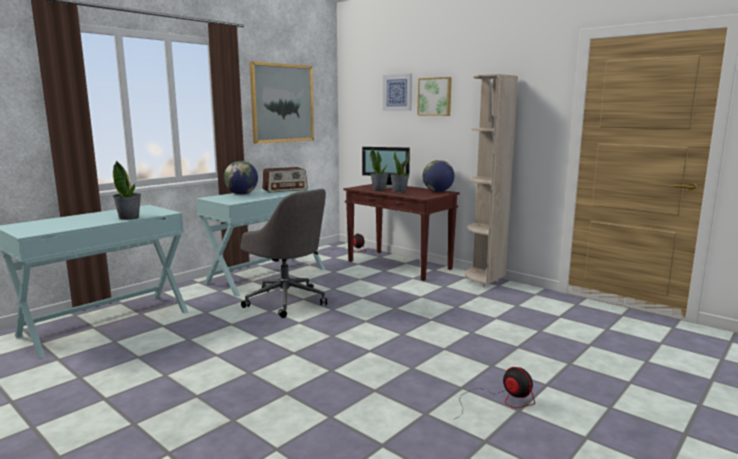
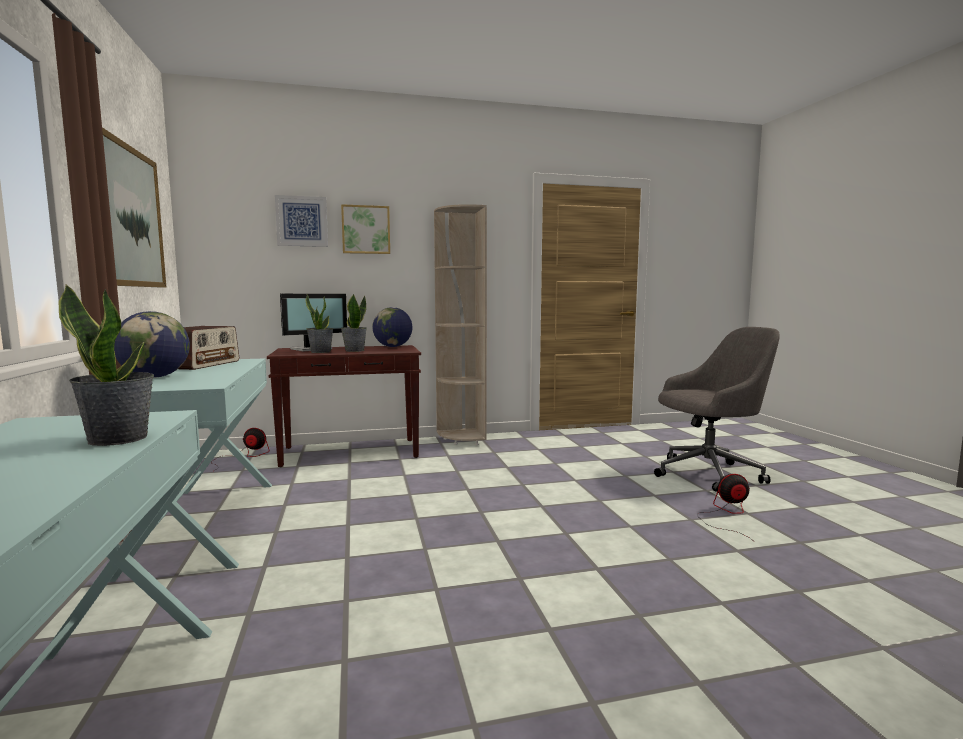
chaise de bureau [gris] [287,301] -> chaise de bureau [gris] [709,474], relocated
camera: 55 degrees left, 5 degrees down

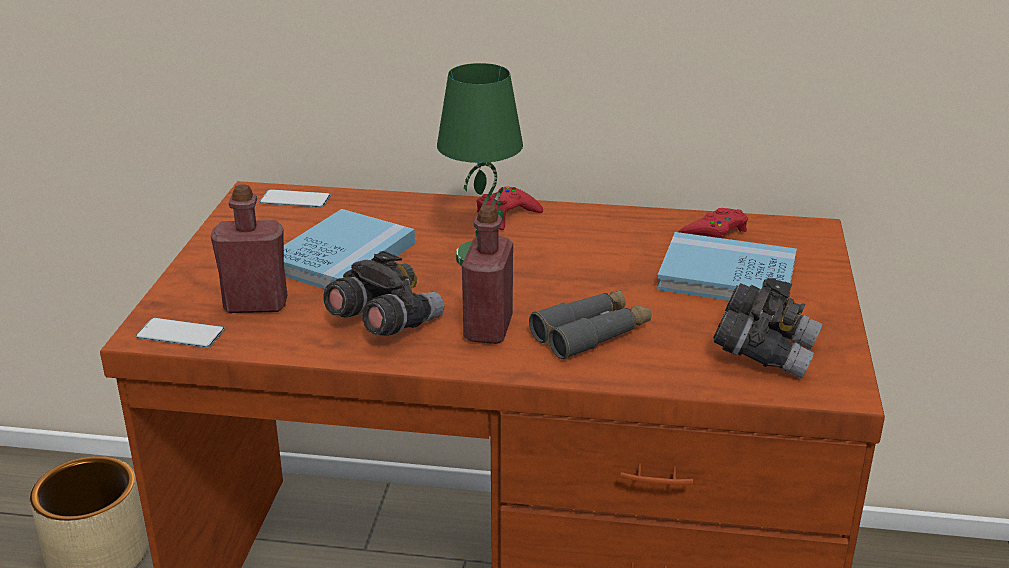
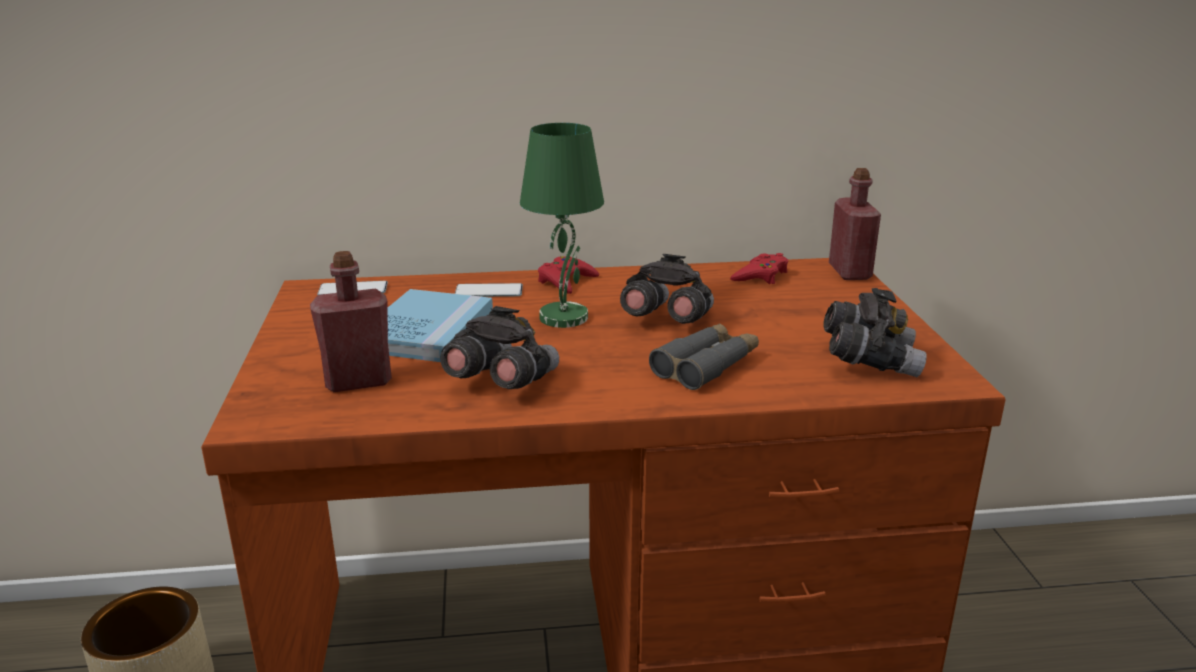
bouteille [rouge] [488,328] -> bouteille [rouge] [849,272], relocated
livre [bleu] [726,276] -> none
téléphone [180,334] -> téléphone [489,291], relocated
none -> jumelles [gris] [667,320]
camera: 15 degrees left, 5 degrees down

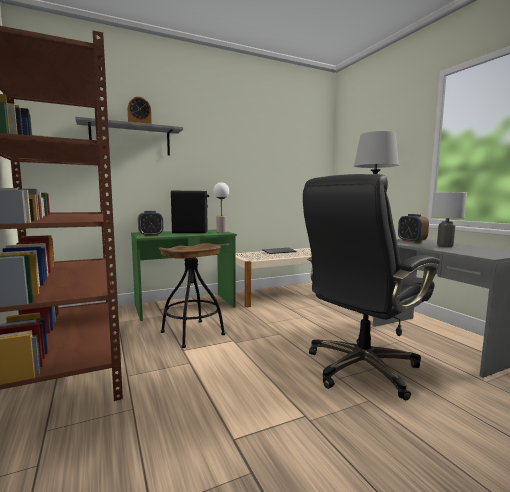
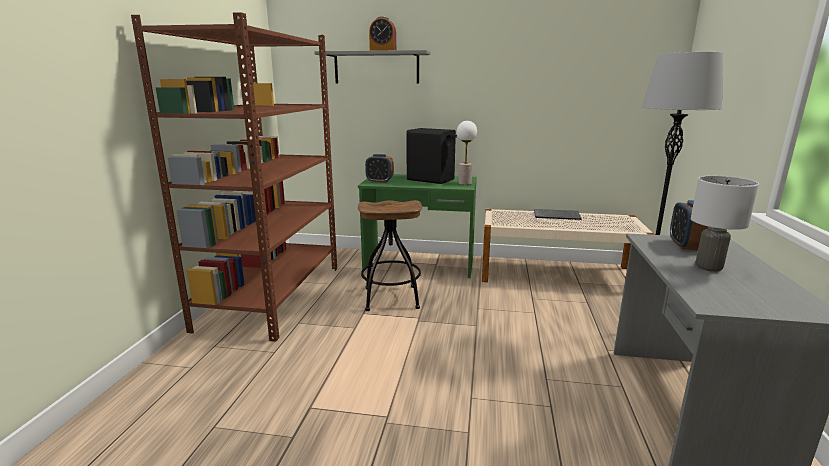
chaise de bureau [noir] [363,367] -> none
camera: 35 degrees right, 10 degrees up

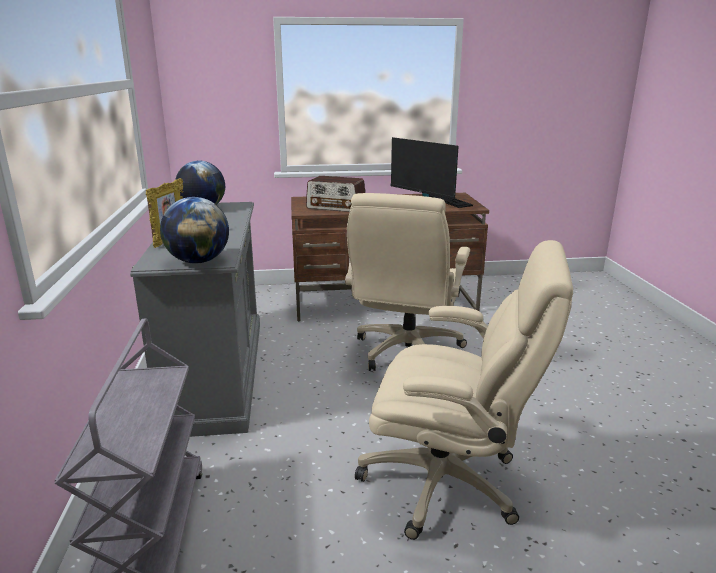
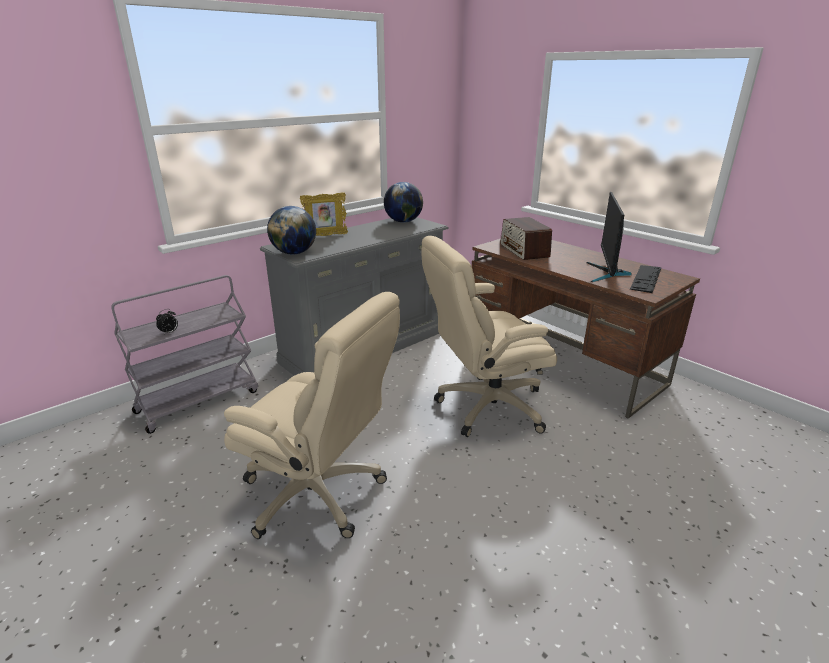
chaise de bureau [beige] [452,485] -> chaise de bureau [beige] [321,497], 45 degrees counterclockwise
none -> réveil [169,332]
camera: 55 degrees right, 5 degrees up

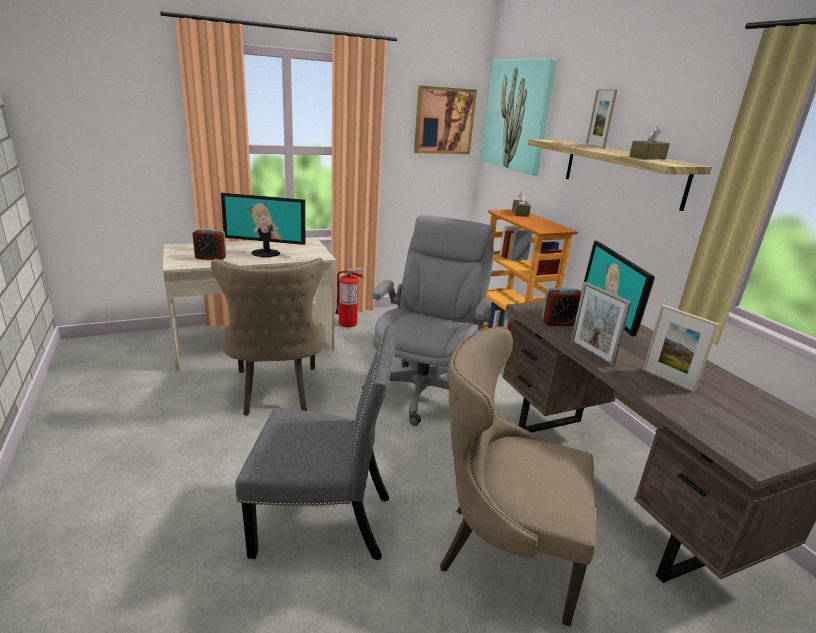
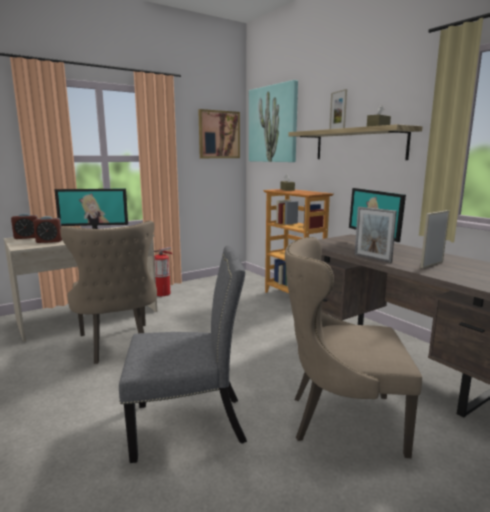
chaise de bureau [gris] [425,389] -> none
réveil [559,322] -> réveil [27,237], relocated
cadre photo [668,380] -> cadre photo [431,264], 105 degrees clockwise
camera: 10 degrees left, 10 degrees down

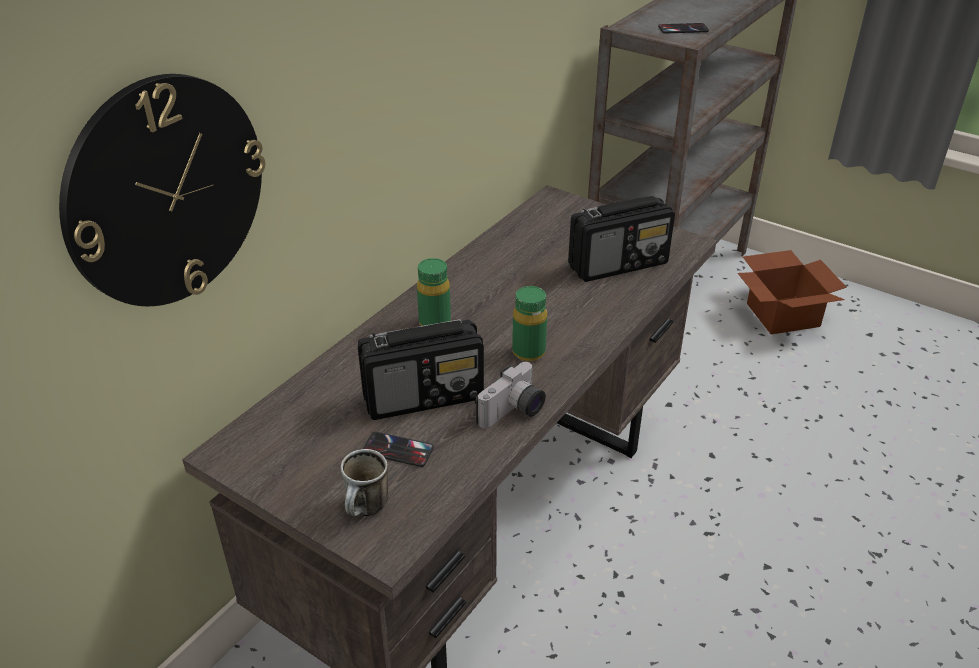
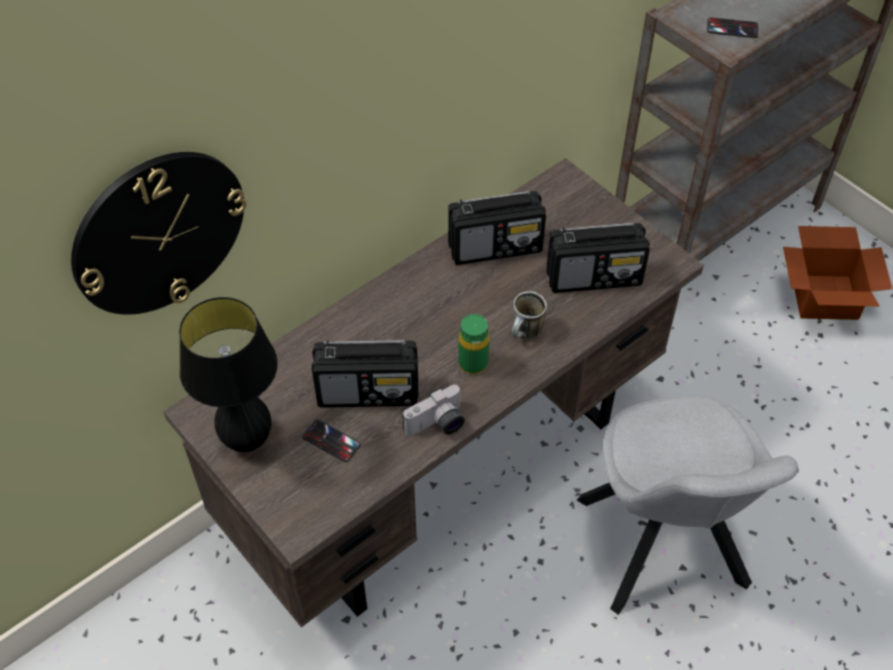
bouteille [vert] [434,323] -> none
mug [367,510] -> mug [526,334], relocated
none -> radio [496,247]
none -> lampe de table [noir] [247,440]
none -> chaise [gris] [663,546]
camera: 15 degrees right, 15 degrees up

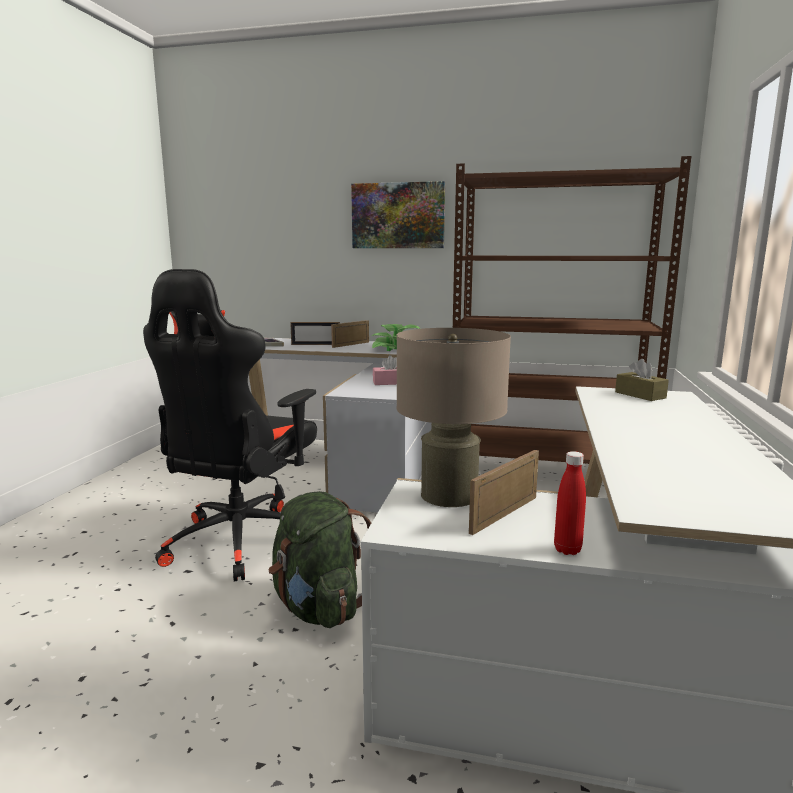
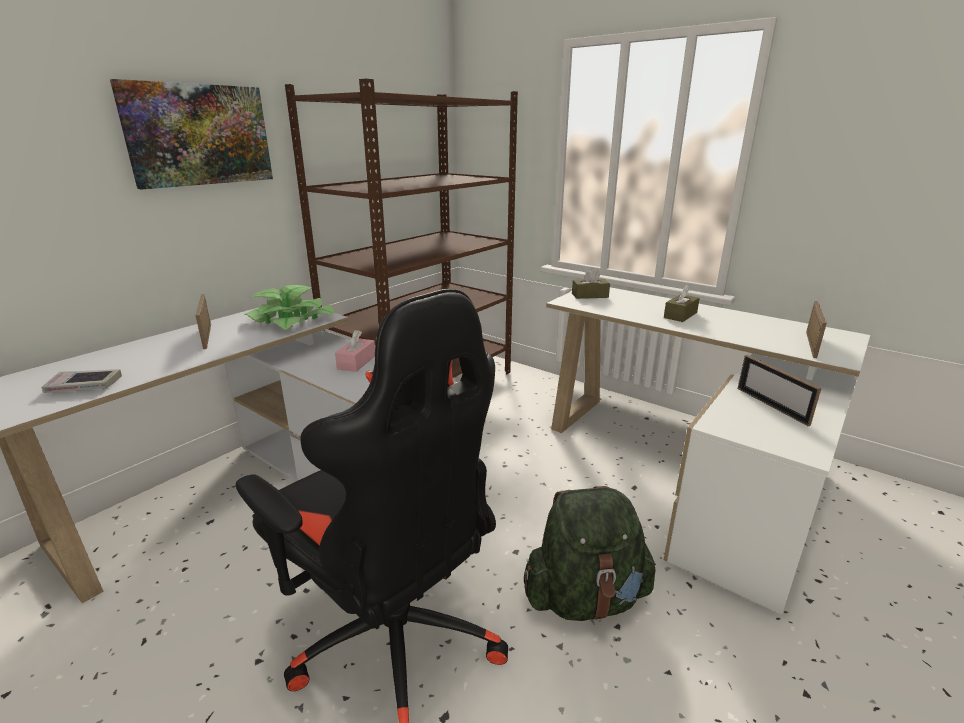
cadre photo [315,344] -> cadre photo [811,344], relocated
lampe de table [beige] [449,495] -> none
bouteille [rouge] [567,550] -> none
none -> boîte à mouchoirs [marron] [680,315]
camera: 65 degrees left, 10 degrees up

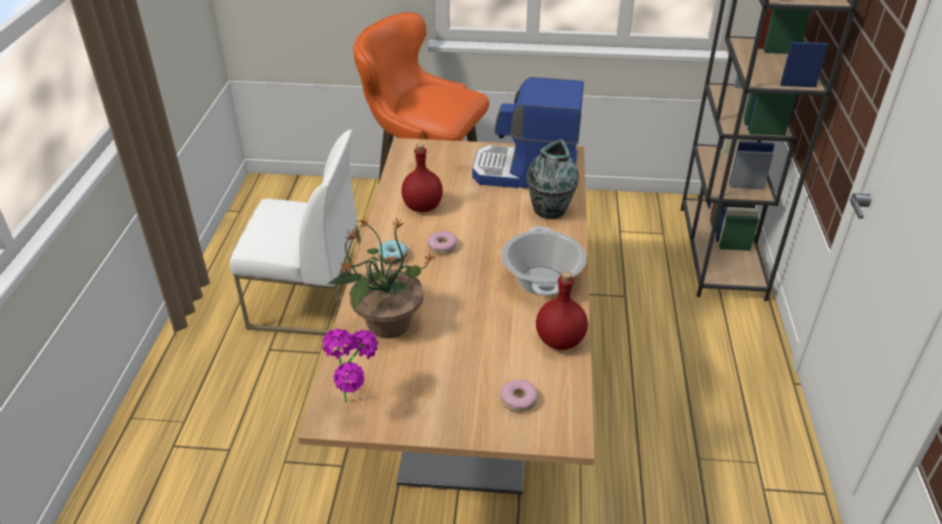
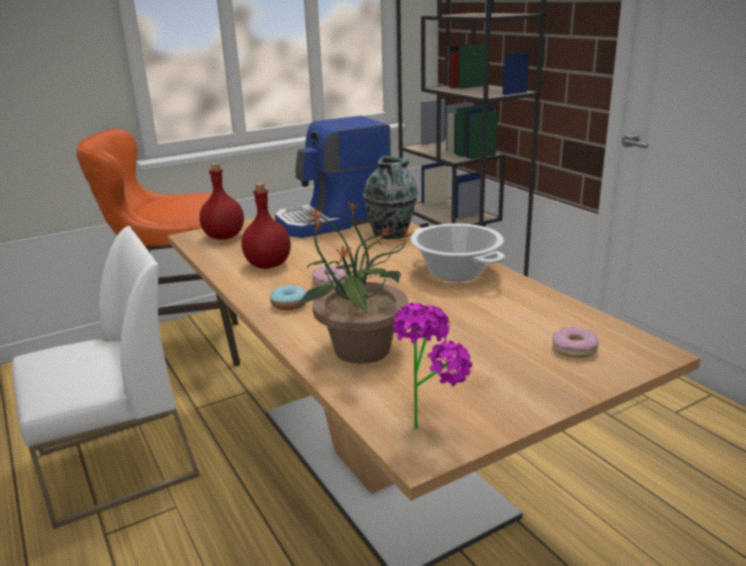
bouteille [rouge] [560,341] -> bouteille [rouge] [224,237], relocated
camera: 35 degrees left, 15 degrees down

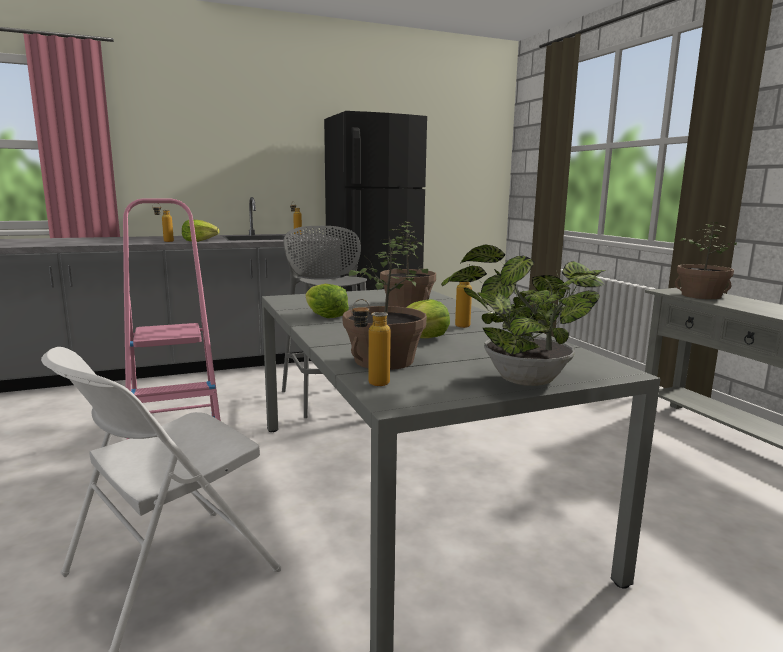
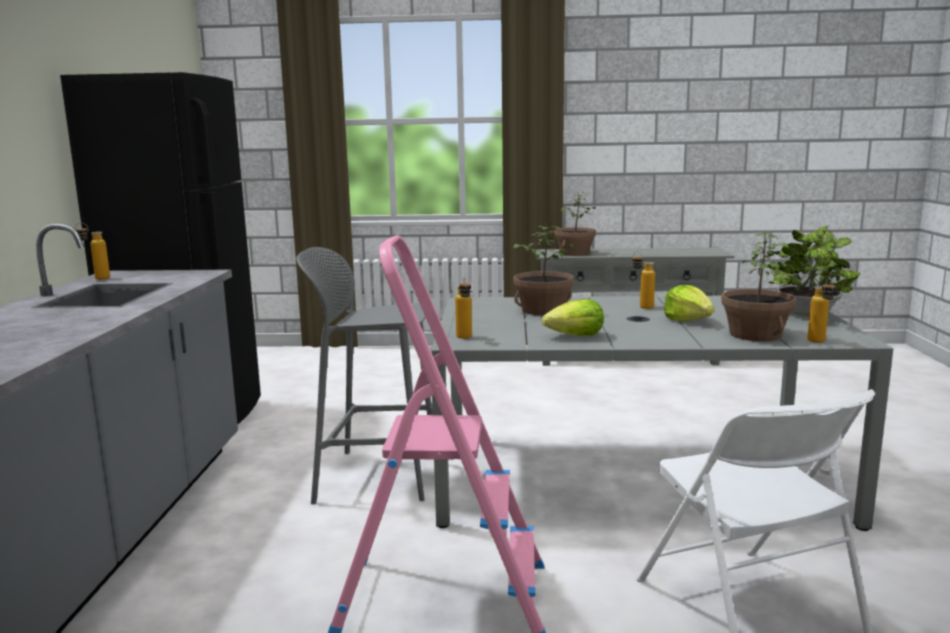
bouteille [164,241] -> bouteille [465,338], relocated
laitue [199,241] -> none
camera: 65 degrees left, 0 degrees up

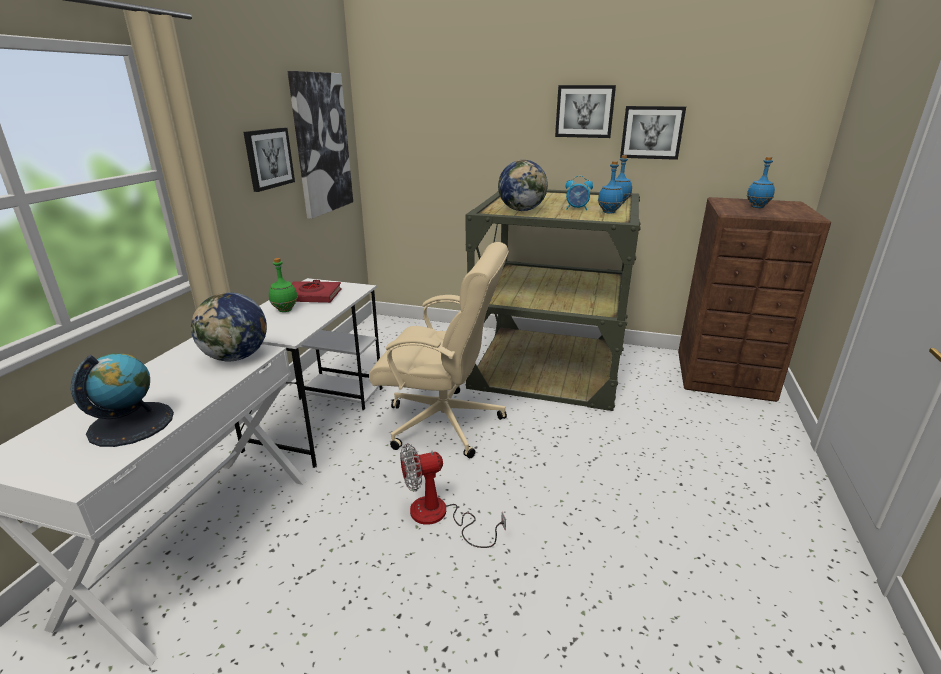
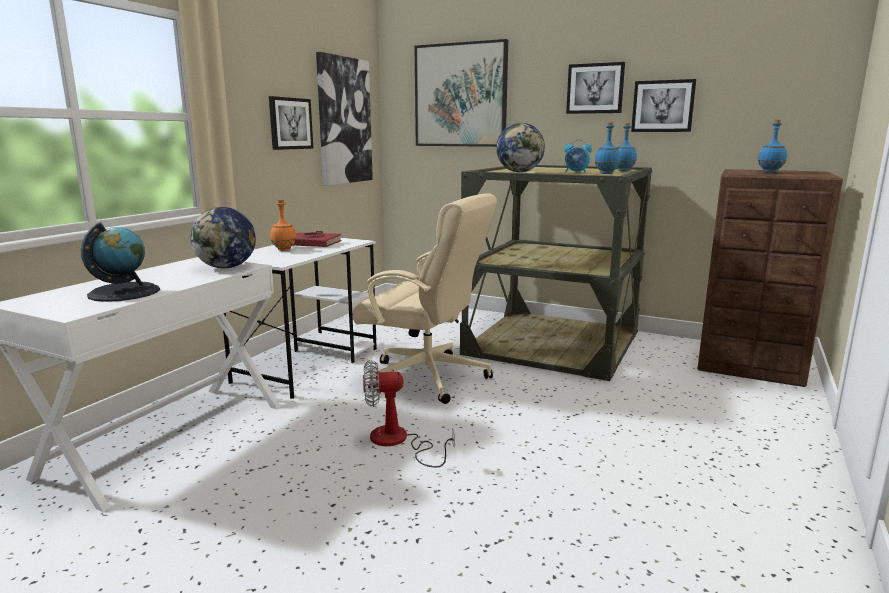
bouteille [vert] [285,310] -> bouteille [orange] [284,250]
none -> tableau [460,95]
camera: 10 degrees right, 10 degrees down

